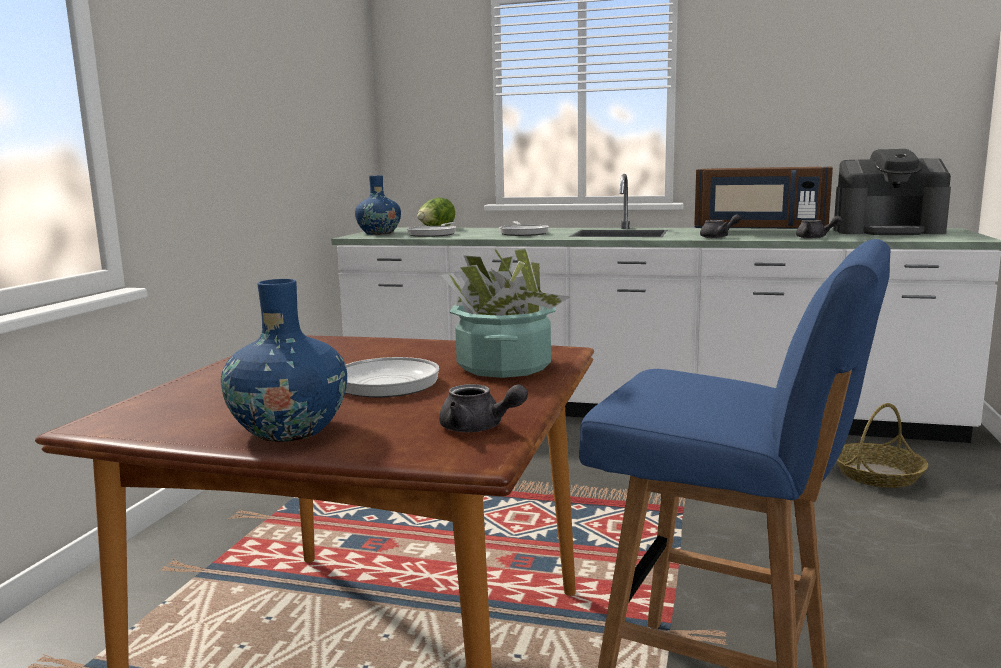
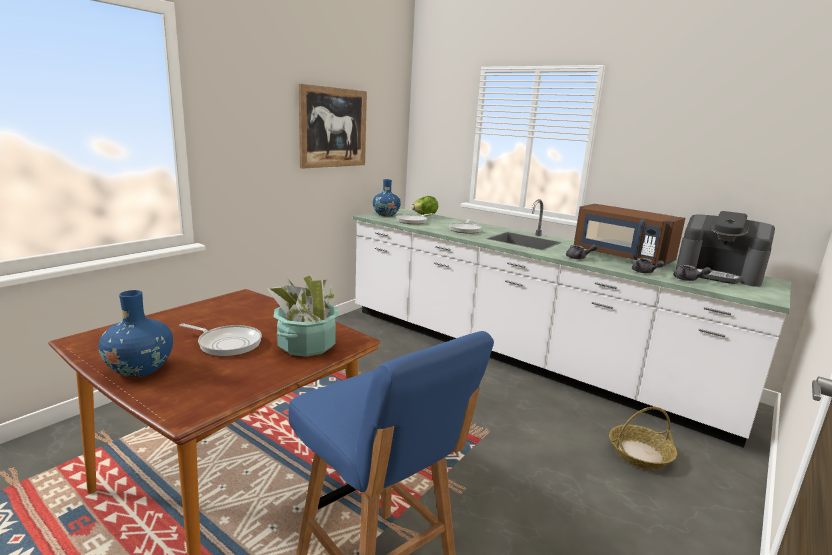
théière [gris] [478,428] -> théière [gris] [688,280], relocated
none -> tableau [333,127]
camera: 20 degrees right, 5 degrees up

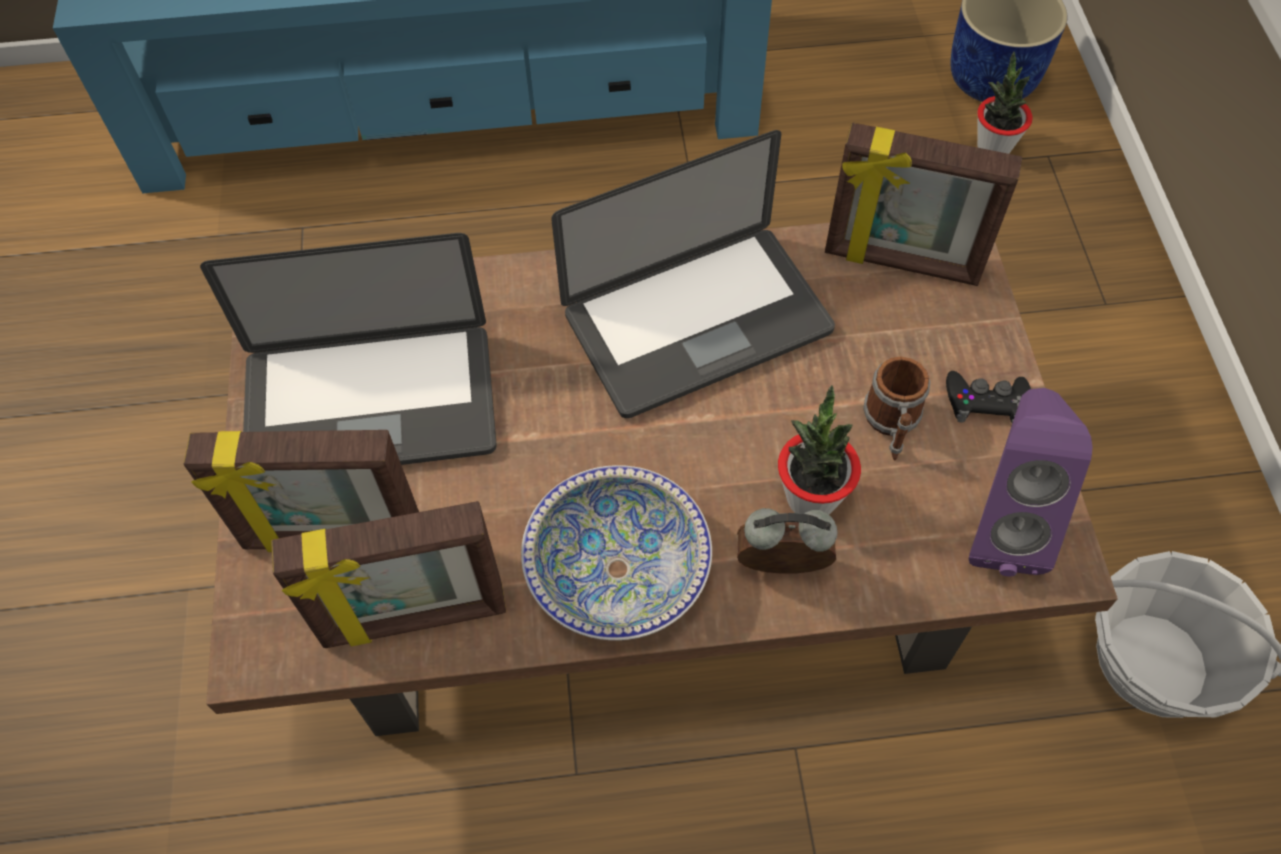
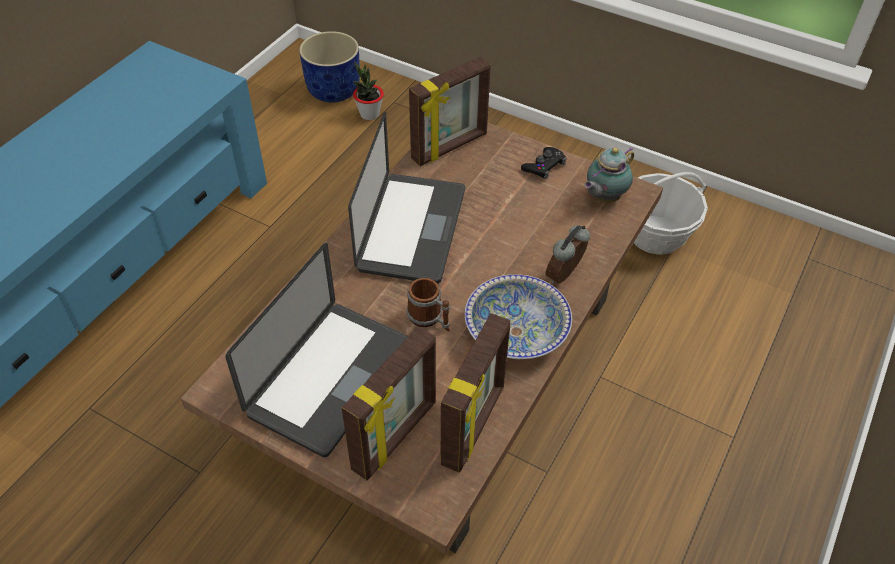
mug [891,425] -> mug [430,319], relocated
plante en pot [811,498] -> none
enceinte [violet] [1001,524] -> théière [603,197]
camera: 55 degrees left, 10 degrees down

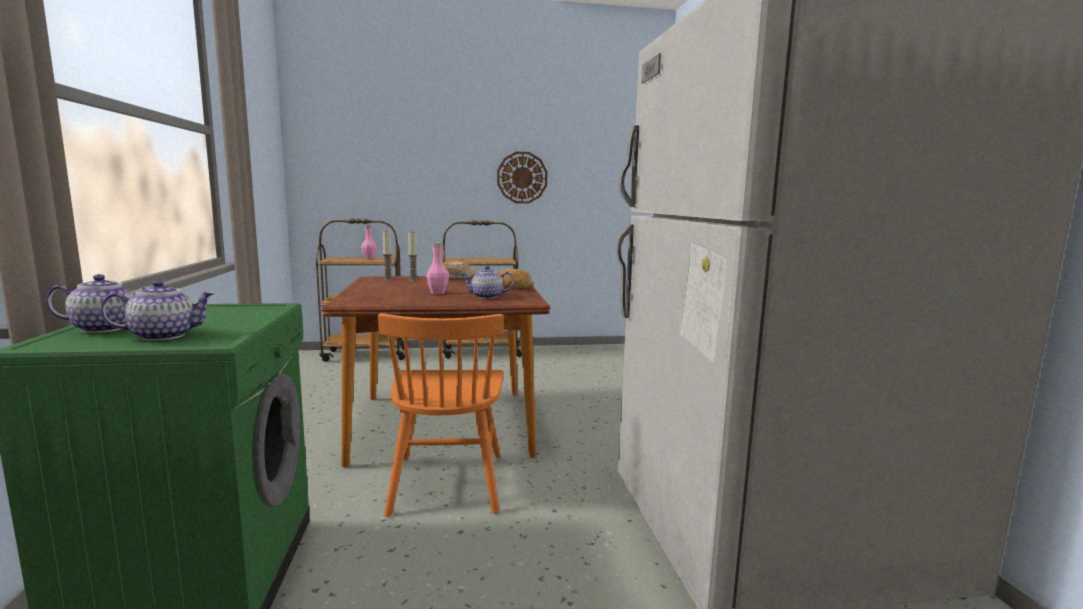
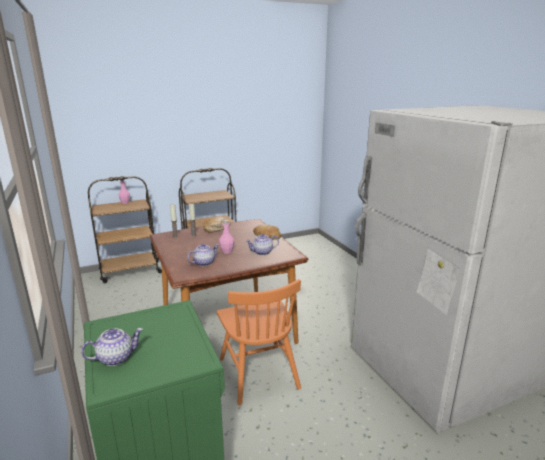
horloge murale [522,177] -> none
théière [164,335] -> théière [204,263], relocated
camera: 15 degrees left, 10 degrees up

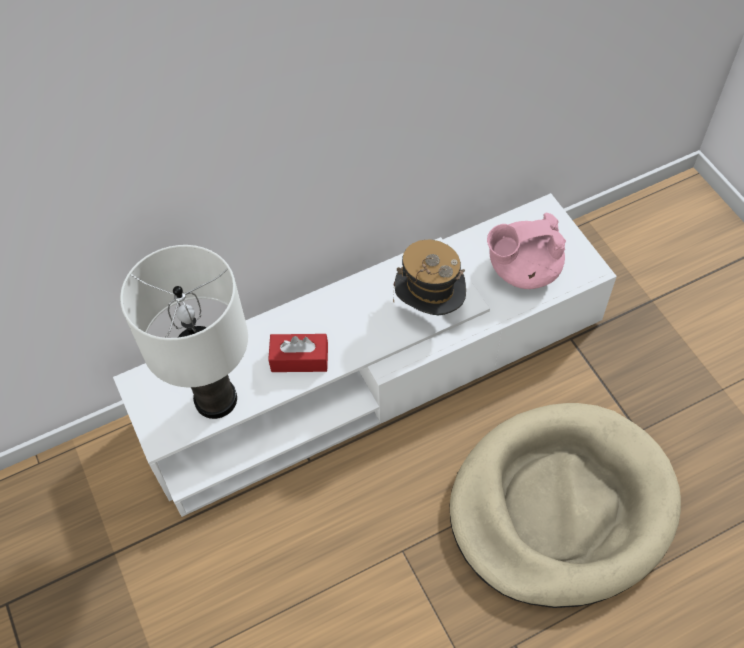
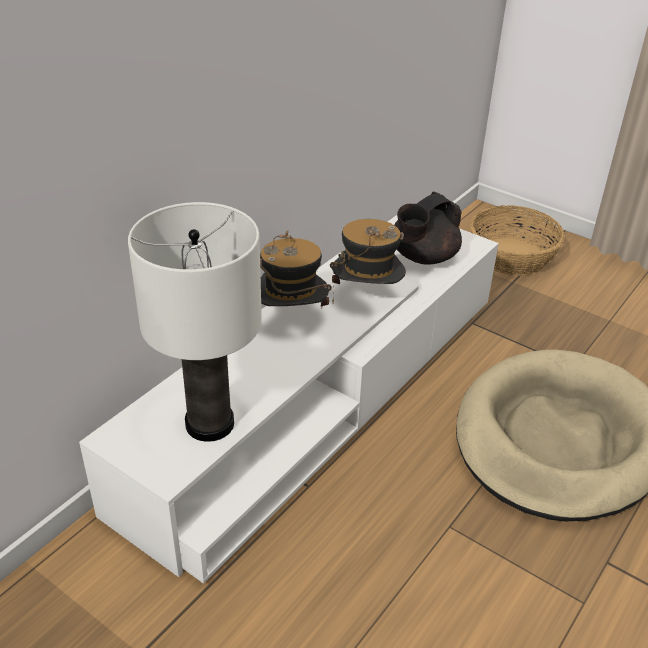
théière [rose] [522,270] -> théière [noir] [423,257]
boîte à mouchoirs [rouge] [299,359] -> none
none -> panier [511,256]
none -> chapeau [291,320]
camera: 30 degrees left, 20 degrees down

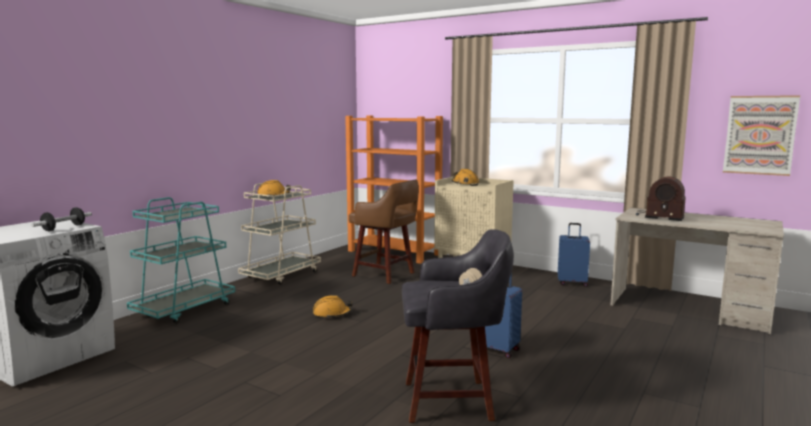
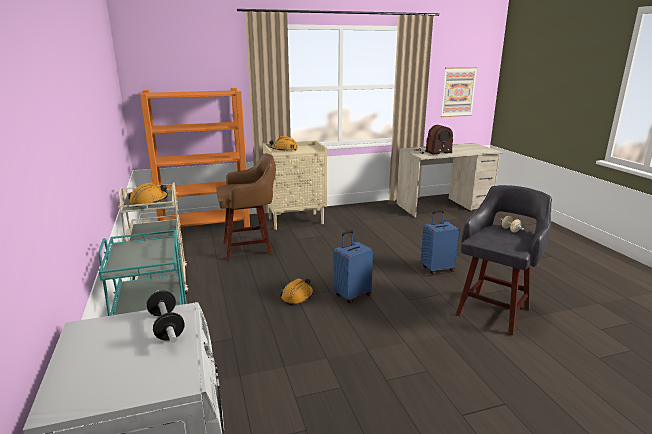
valise [bleu] [572,283] -> valise [bleu] [352,295], relocated
camera: 50 degrees left, 10 degrees up

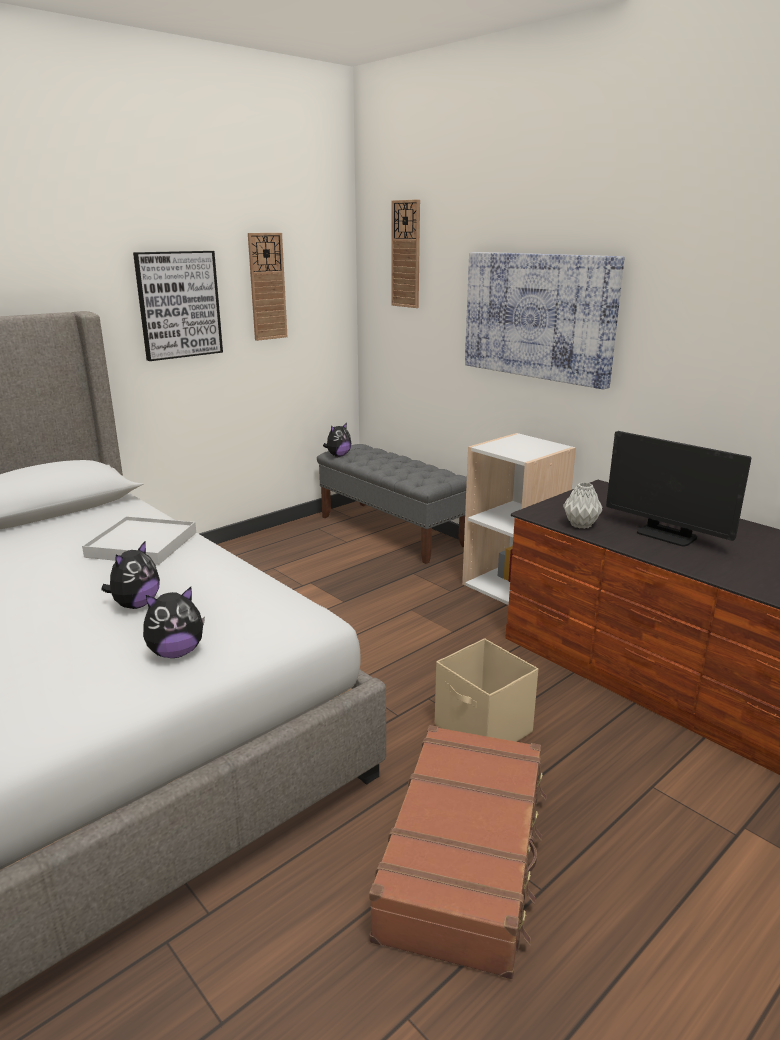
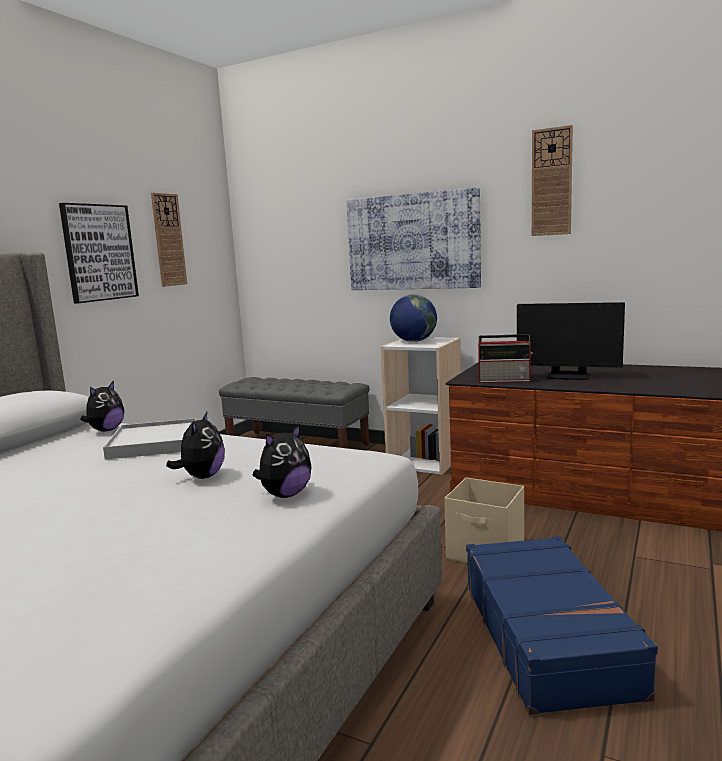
horloge murale [406,254] -> horloge murale [551,182], relocated
peluche [338,455] -> peluche [106,430], relocated
vase [gris] [581,525] -> radio [505,380]
valise [marron] [465,857] -> valise [bleu] [548,636]
none -> globe [414,341]
camera: 20 degrees left, 10 degrees down

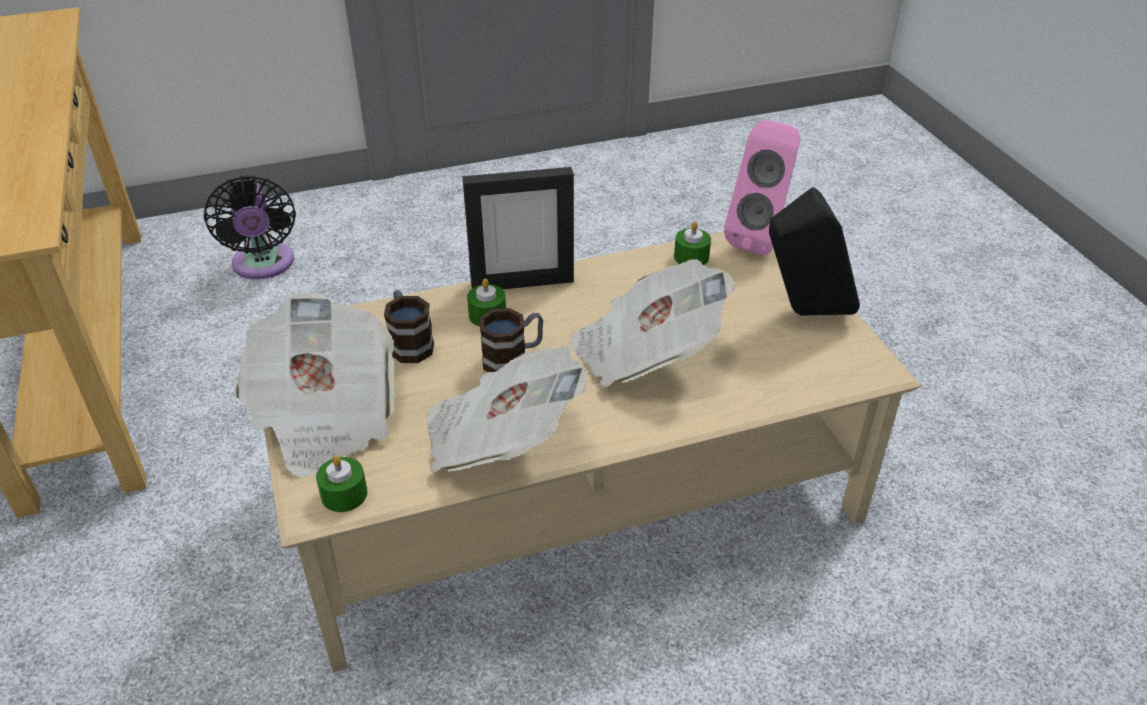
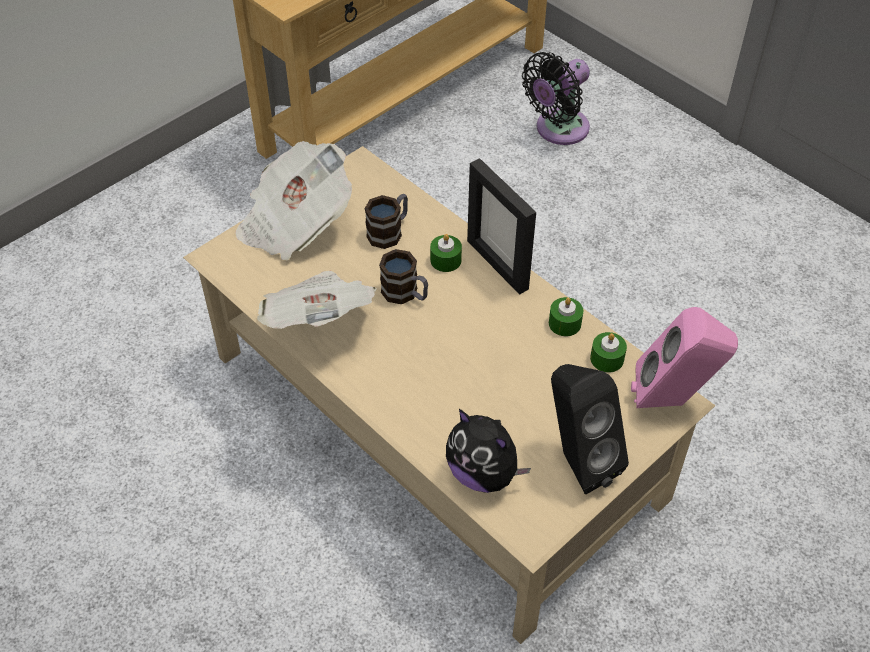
journal [645,353] -> none
bougie [vert] [344,494] -> bougie [vert] [564,323], relocated
none -> peluche [483,473]
camera: 65 degrees right, 10 degrees up

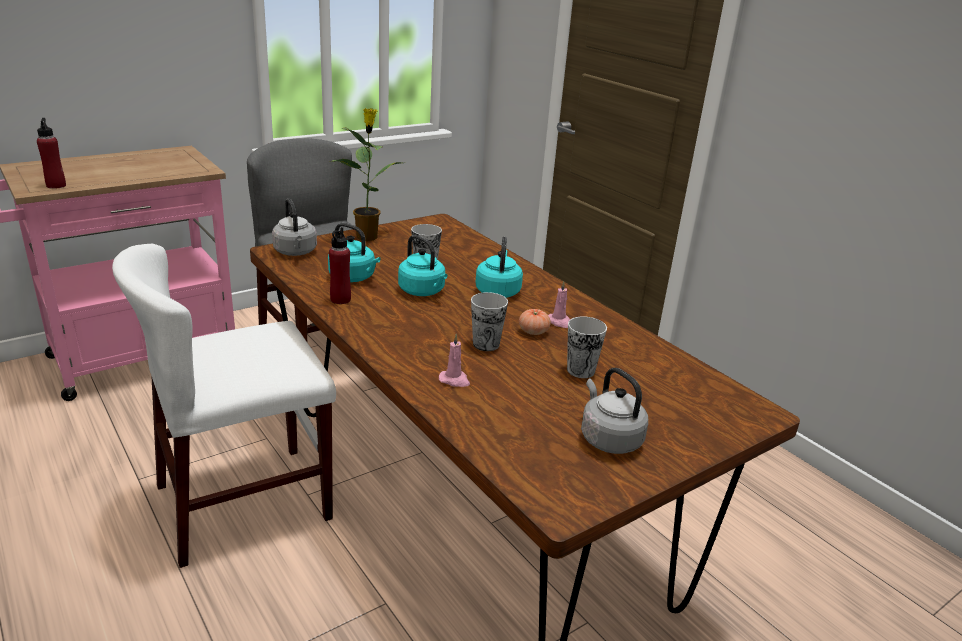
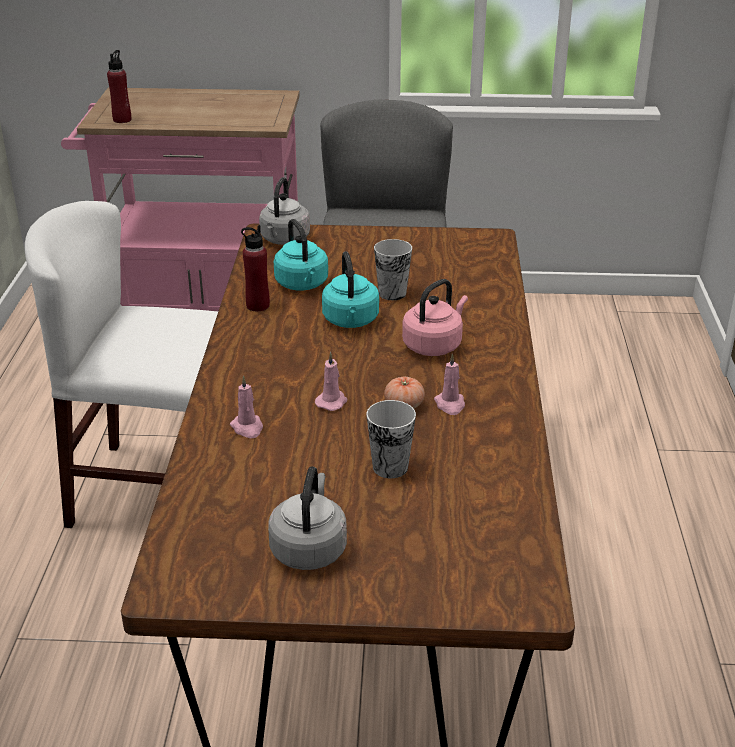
plante en pot [367,236] -> none
bouilloire [turquoise] [498,291] -> bouilloire [rose] [434,345]
tasse [486,344] -> bougie [rose] [332,401]
camera: 40 degrees right, 5 degrees up

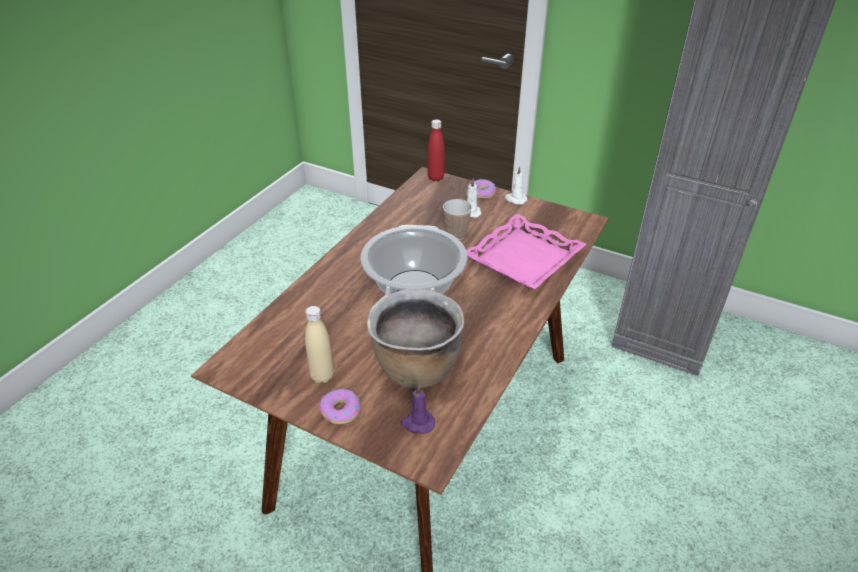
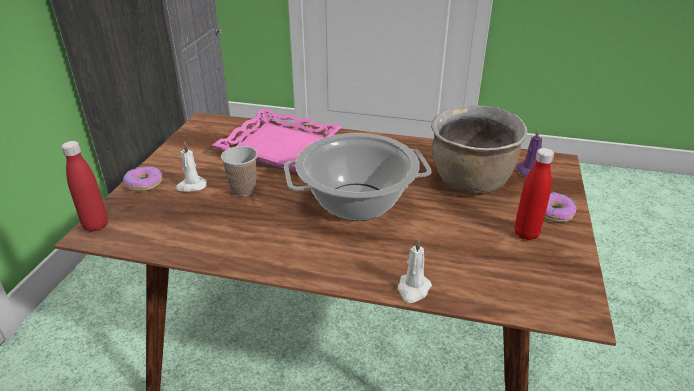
bougie [blanc] [515,199] -> bougie [blanc] [413,289], relocated
bouteille [beige] [322,376] -> bouteille [rouge] [526,234]
camera: 105 degrees left, 5 degrees down

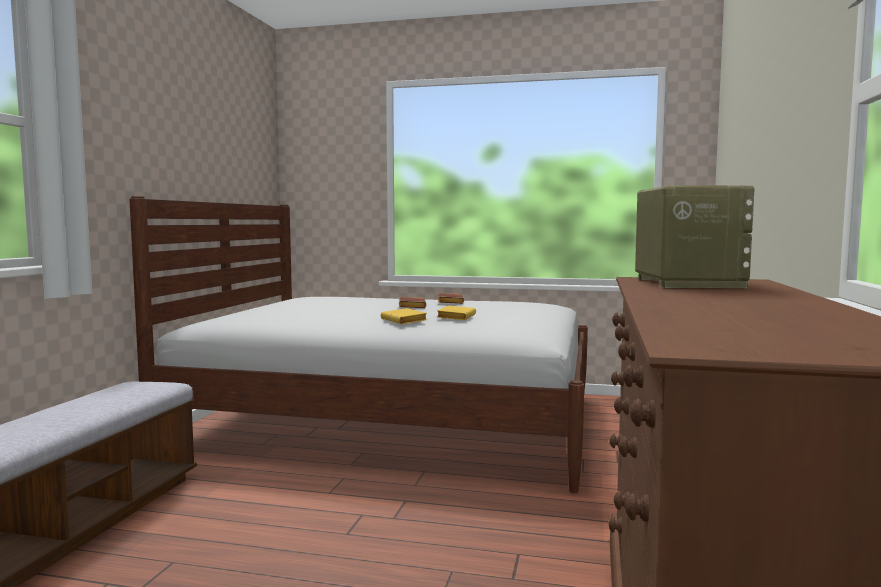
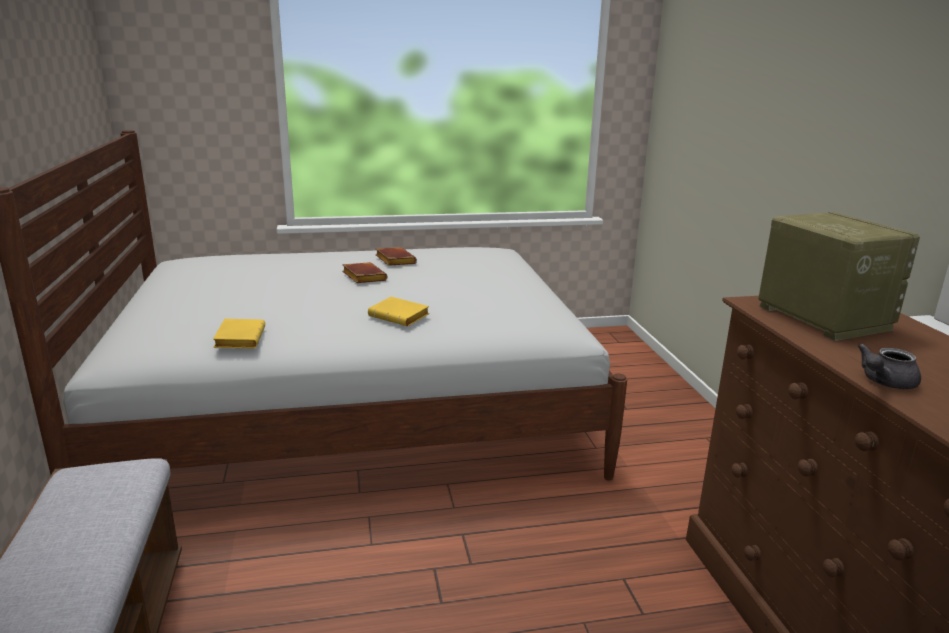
livre [jaune] [455,317] -> livre [jaune] [238,338], relocated
none -> théière [gris] [884,382]
camera: 25 degrees left, 15 degrees up

